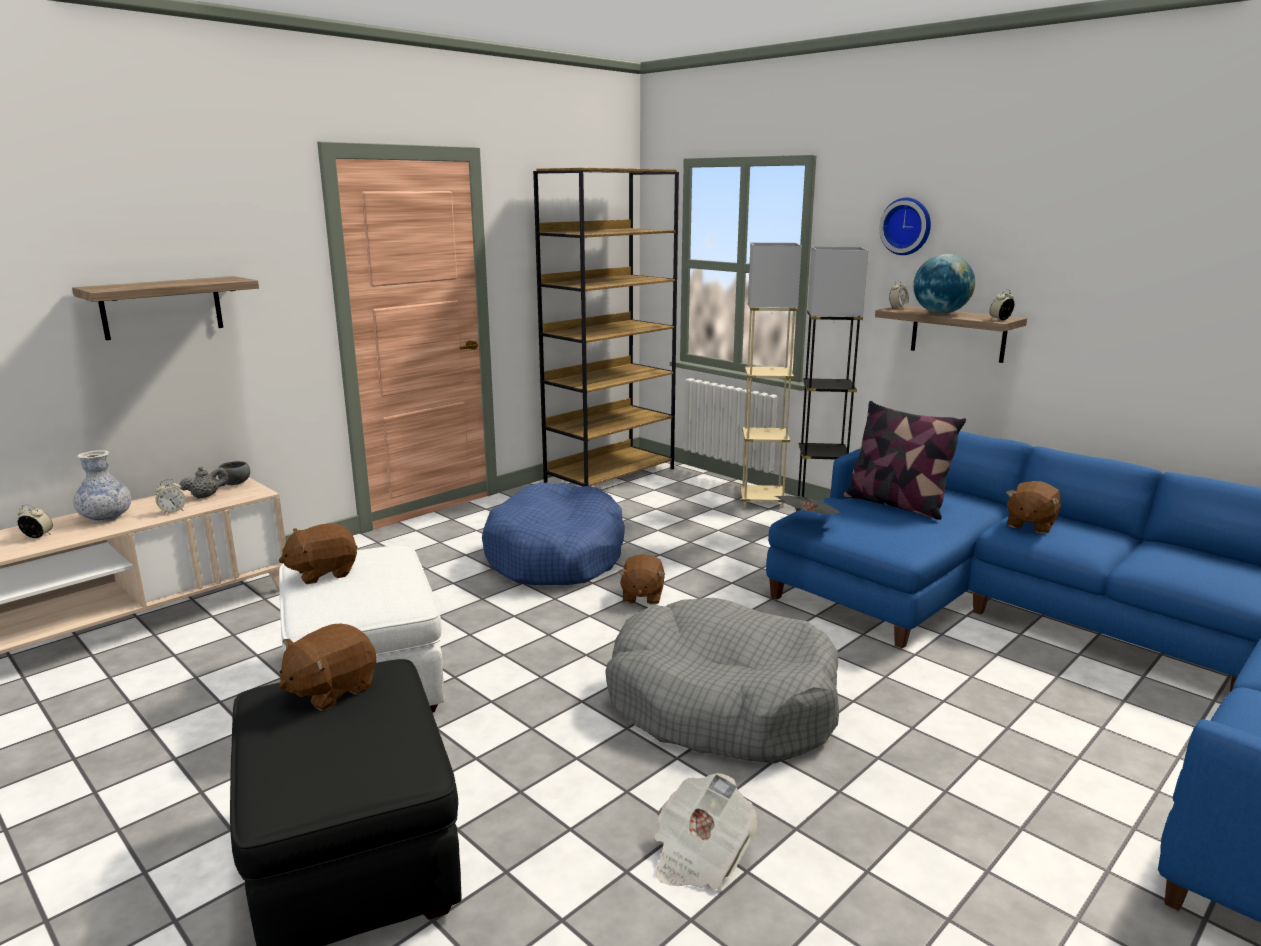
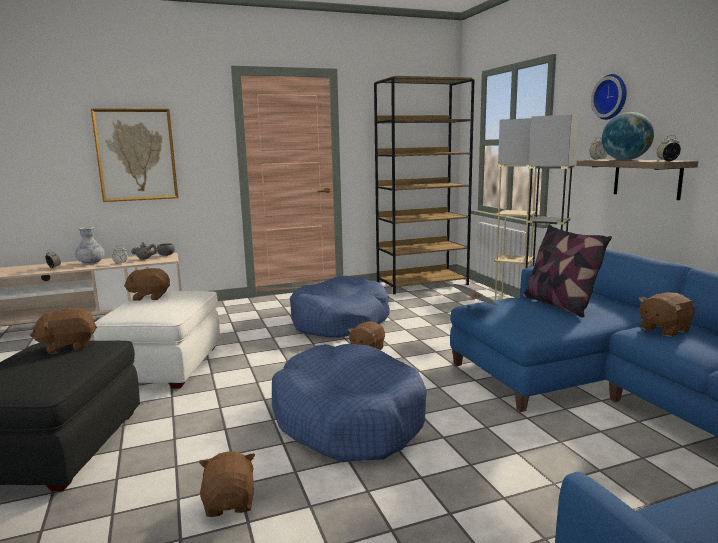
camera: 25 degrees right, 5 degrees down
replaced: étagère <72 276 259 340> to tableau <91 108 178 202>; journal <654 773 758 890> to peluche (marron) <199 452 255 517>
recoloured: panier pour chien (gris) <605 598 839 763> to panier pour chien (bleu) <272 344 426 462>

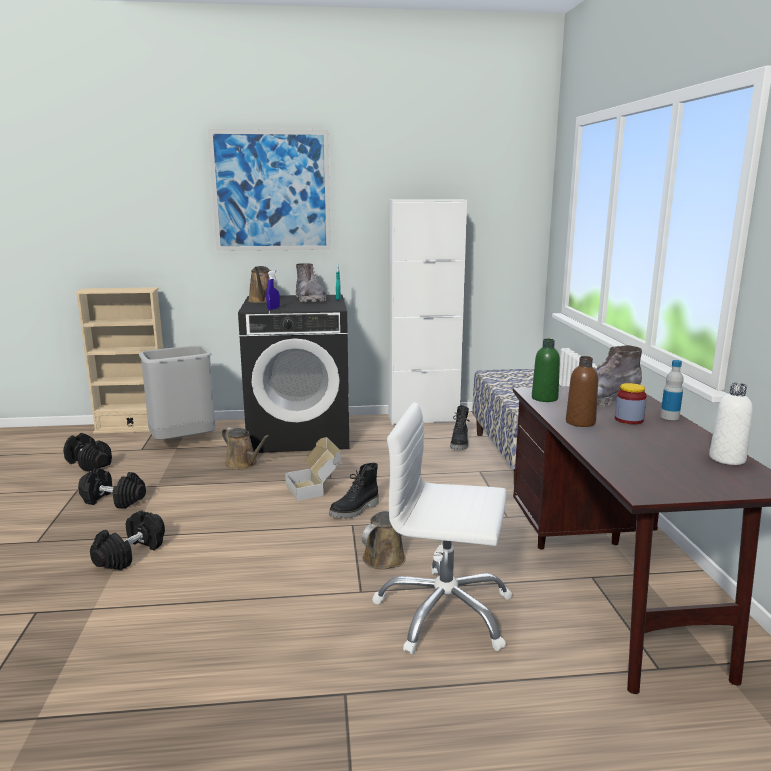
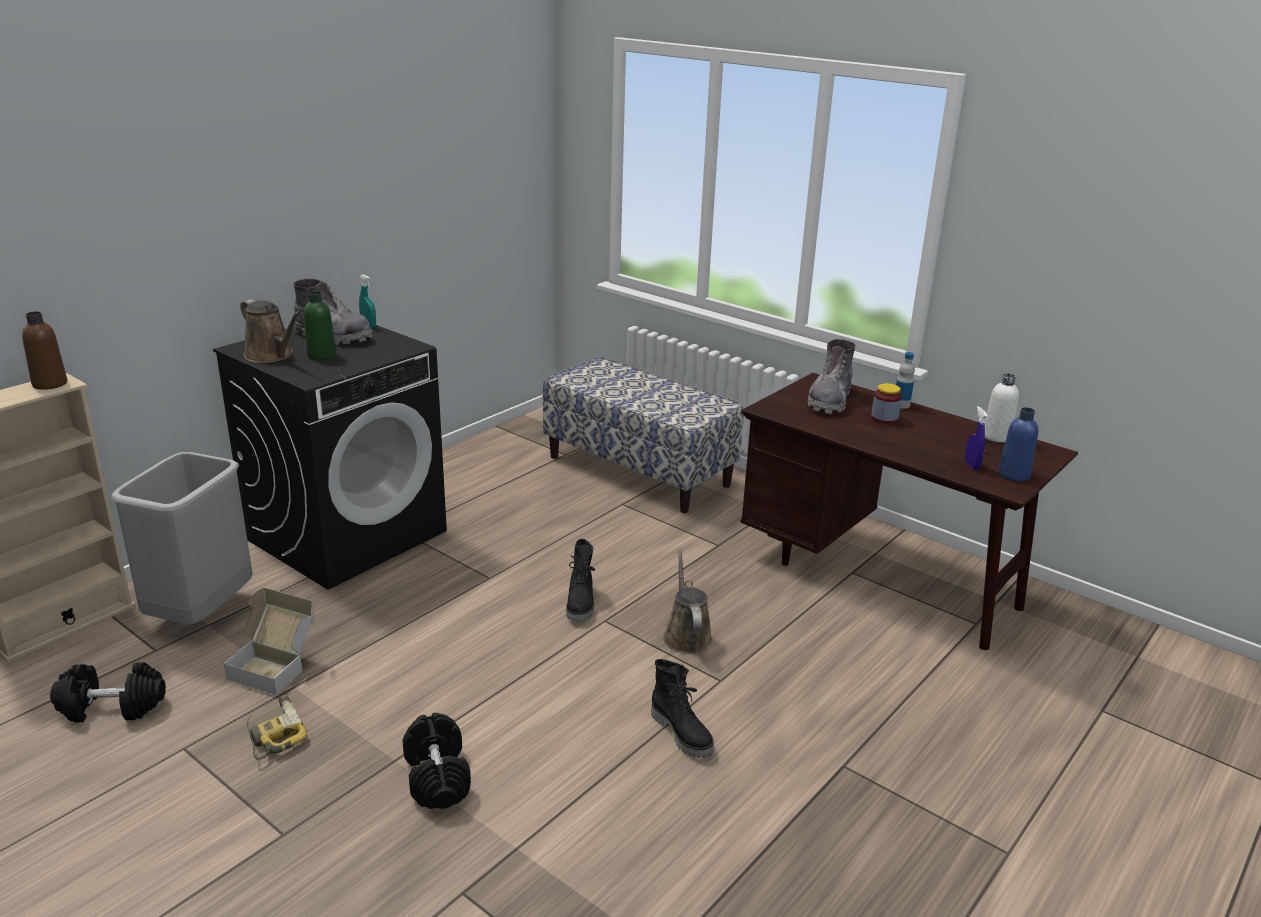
camera: 45 degrees left, 10 degrees up
removed: tableau <208 129 331 251>; arrosoir (marron) <222 427 270 470>; chaise de bureau (blanc) <372 402 512 655>; meuble de rangement (blanc) <388 199 467 425>
added: bouteille (bleu) <998 407 1038 482>
moved: bouteille (marron) <566 356 598 427> to <22 311 67 390>; carton <285 437 341 501> to <224 588 314 695>; bouteille (vert) <532 339 560 402> to <304 291 336 360>; botte (noir) <450 405 470 450> to <651 659 714 758>; vaporisateur (bleu) <266 270 280 310> to <965 406 988 470>
replaced: haltère (noir) <78 468 146 509> to perceuse <247 695 307 760>

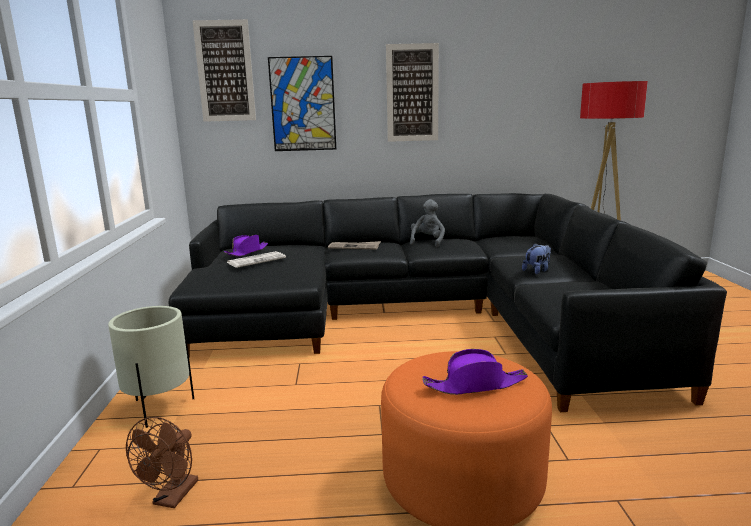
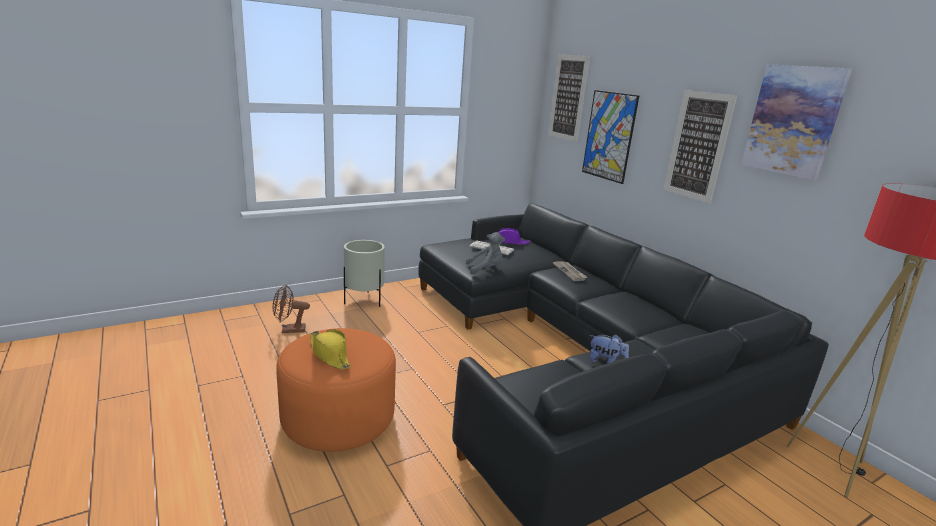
camera: 60 degrees right, 5 degrees up
added: tableau <741 64 852 180>
moved: peluche (gris) <410 199 445 247> to <466 232 505 274>
recoloured: chapeau (violet) <422 349 528 395> to chapeau (jaune) <310 329 350 370>

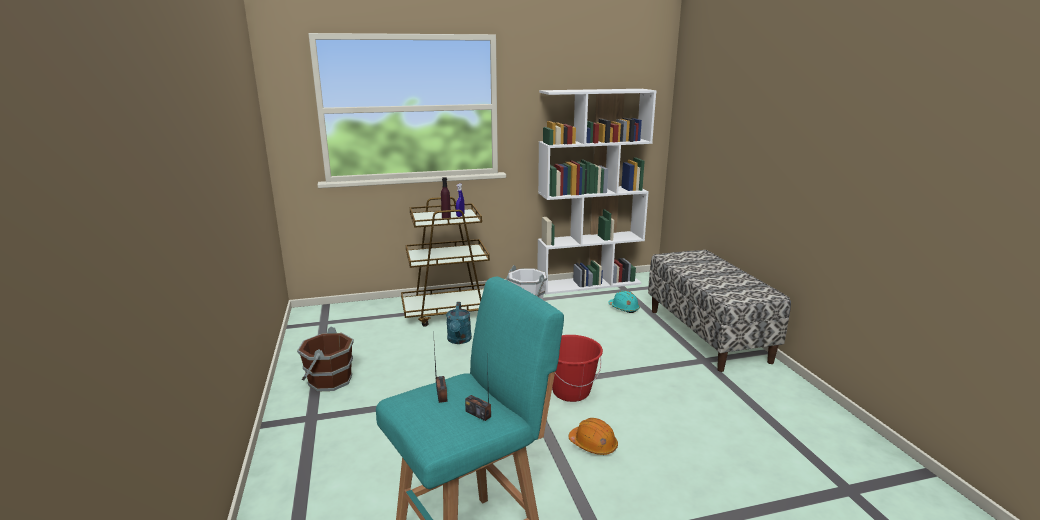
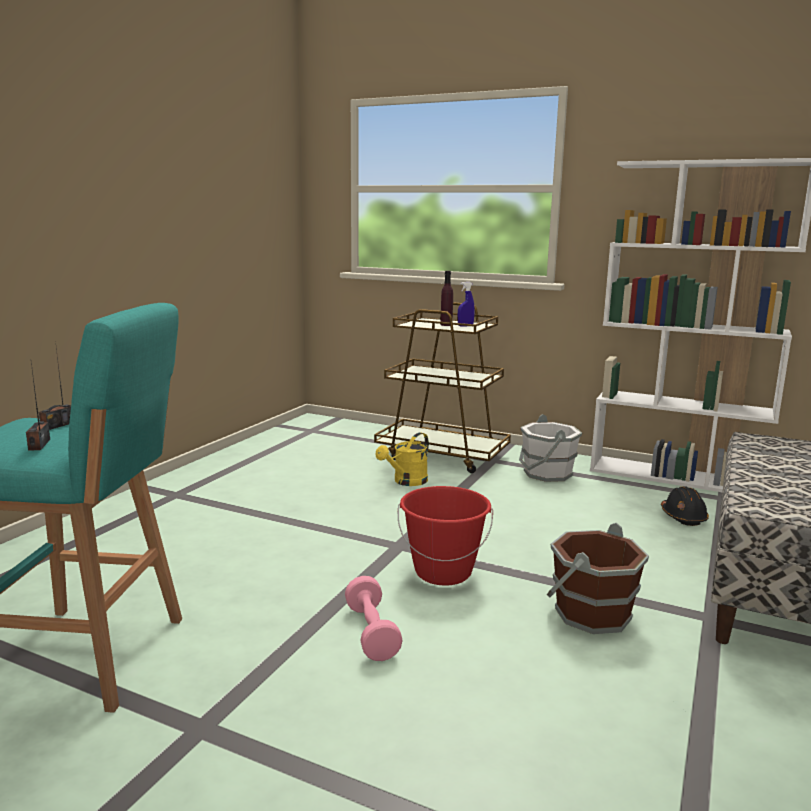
camera: 40 degrees right, 5 degrees down
moved: seau (marron) <297 326 354 392> to <547 523 649 634>
replaced: casque de chantier (orange) <569 418 618 455> to haltère (rose) <345 576 403 661>
recoloured: arrosoir (turquoise) <446 302 472 344> to arrosoir (jaune) <376 432 429 486>; casque de chantier (turquoise) <608 291 640 313> to casque de chantier (noir) <661 486 709 526>

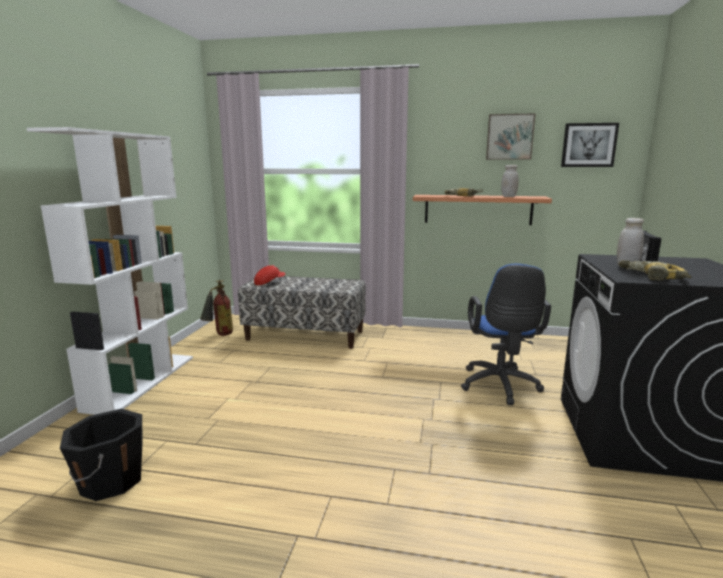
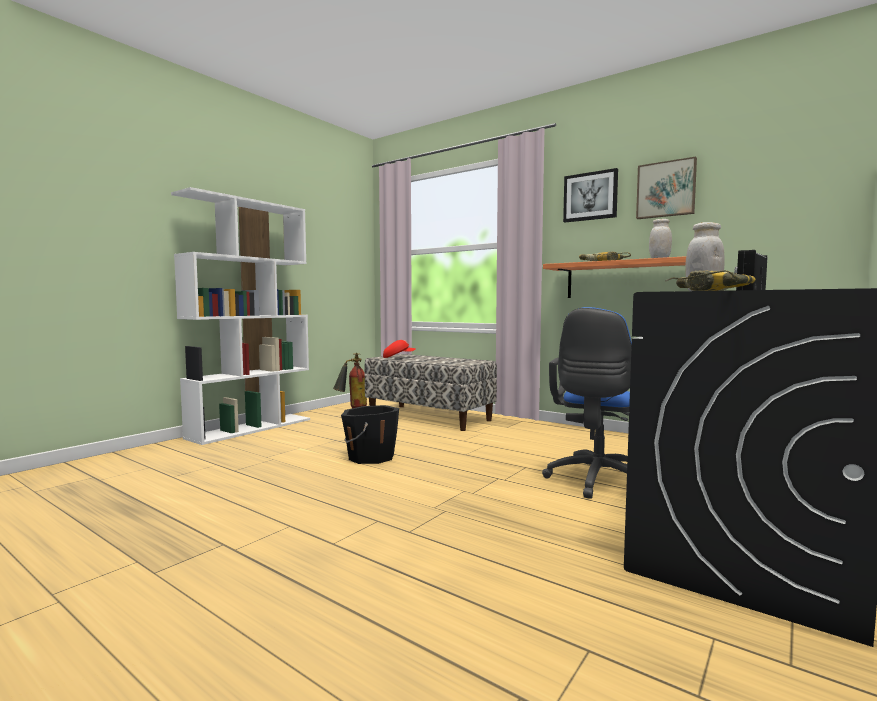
camera: 25 degrees right, 10 degrees down
moved: seau (noir) <60 409 143 501> to <341 405 399 464>; tableau <561 123 619 167> to <563 168 618 222>

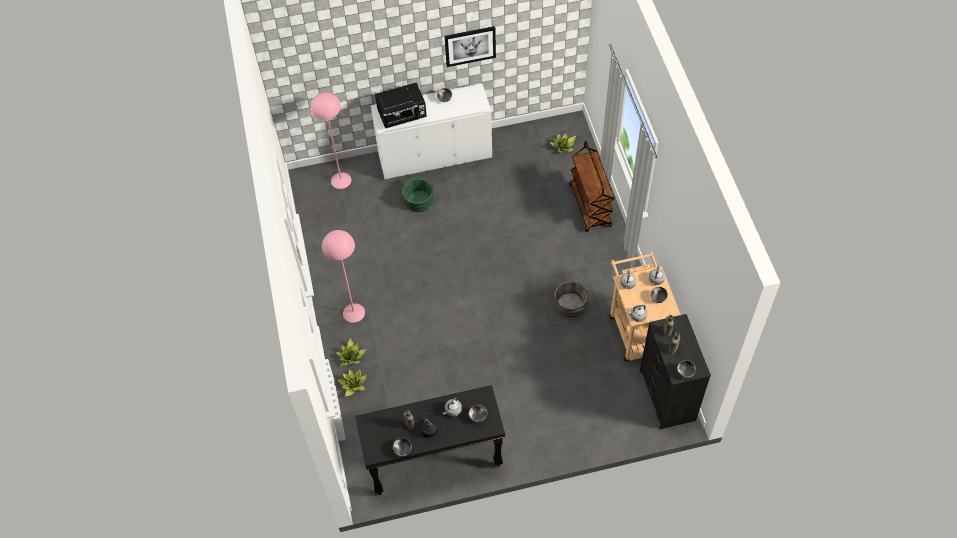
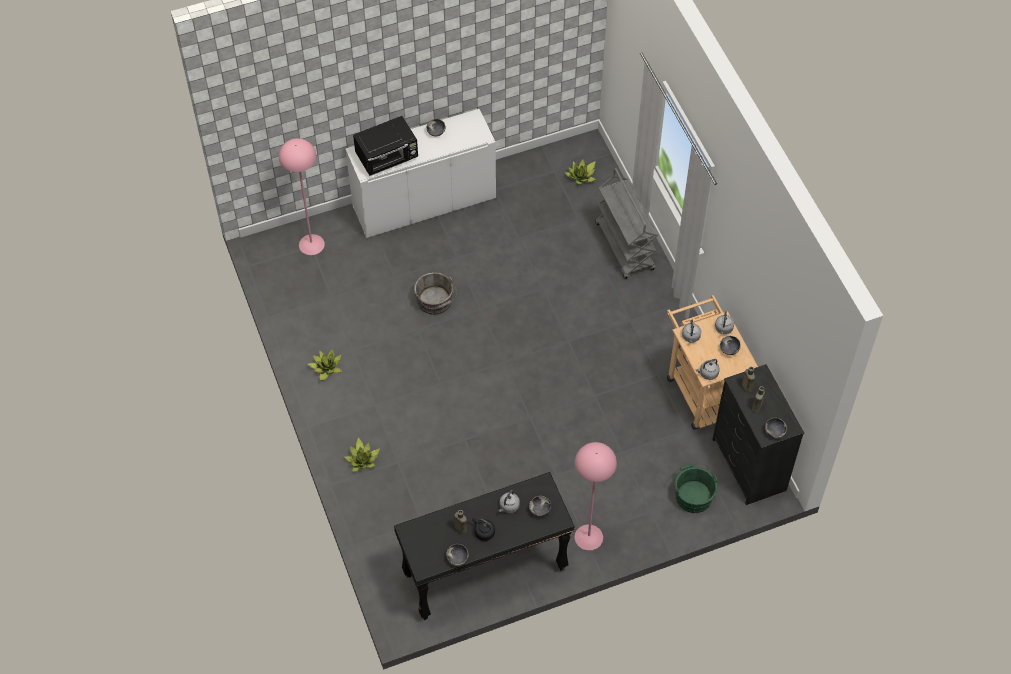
camera: 10 degrees left, 0 degrees up
removed: tableau <444 26 496 67>
moved: plante en pot <337 369 367 396> to <308 349 342 381>; seau (gris) <554 281 590 317> to <414 272 457 315>; lampadaire (rose) <322 230 365 323> to <575 442 617 550>; seau (vert) <401 176 434 212> to <672 463 718 513>
recoloured: chariot (marron) <569 141 615 232> to chariot (gris) <595 168 658 279>

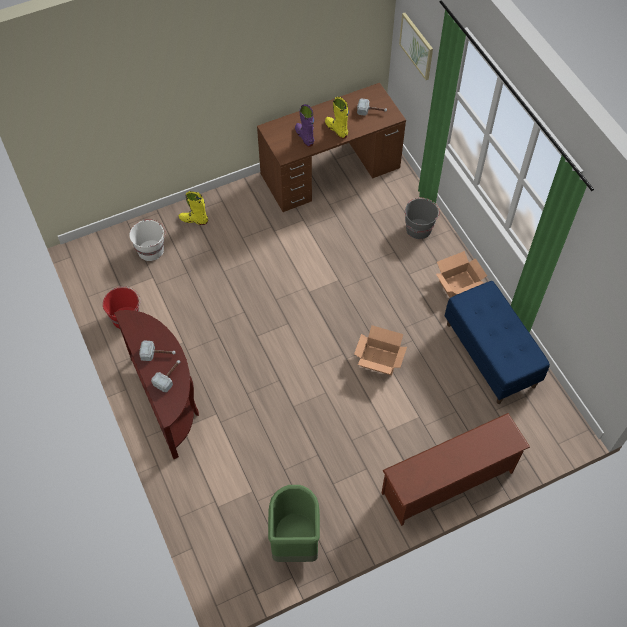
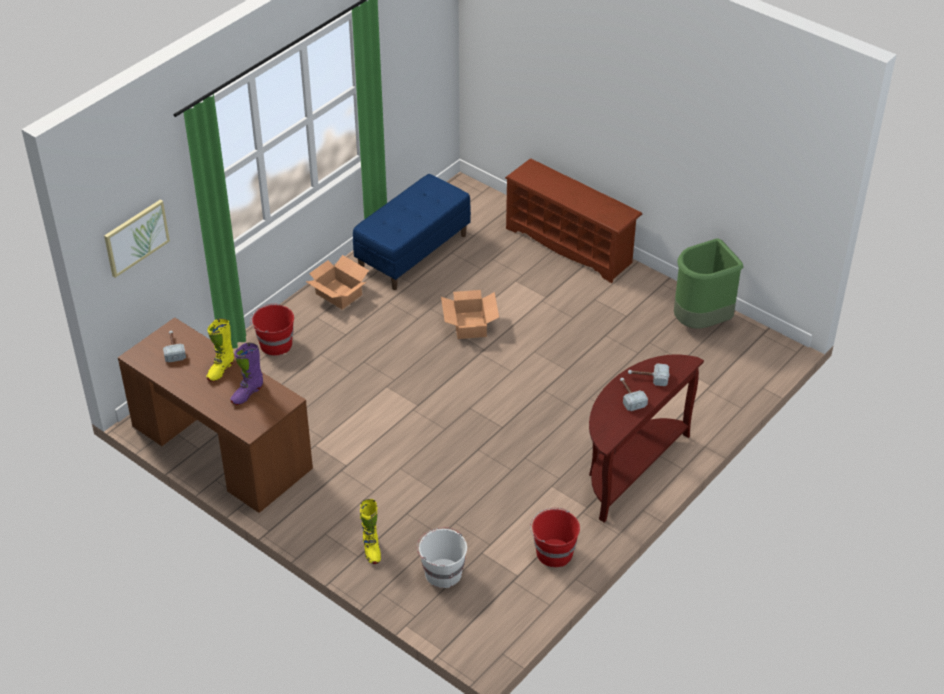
camera: 115 degrees left, 15 degrees down
recoloured: seau (gris) <405 198 440 239> to seau (rouge) <250 303 294 355>

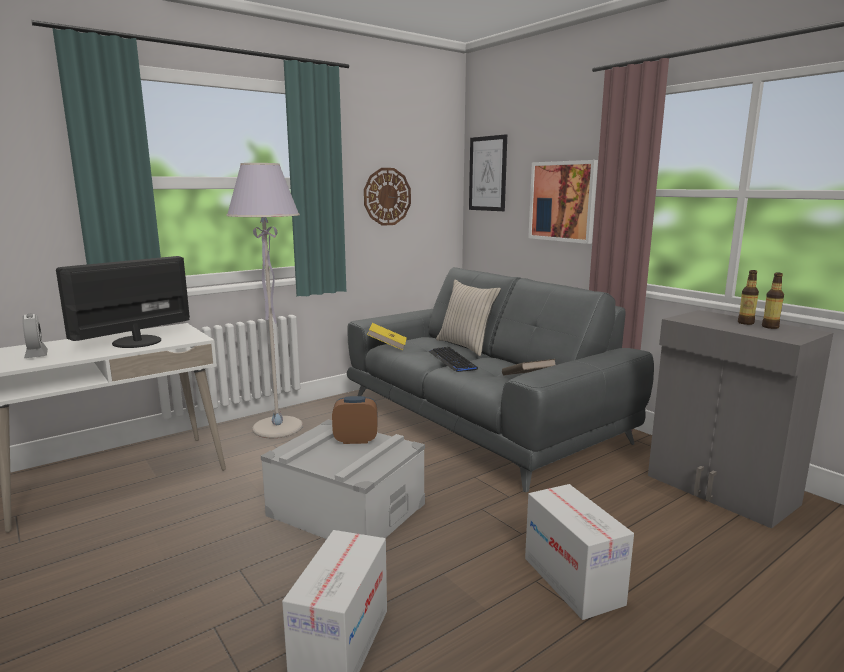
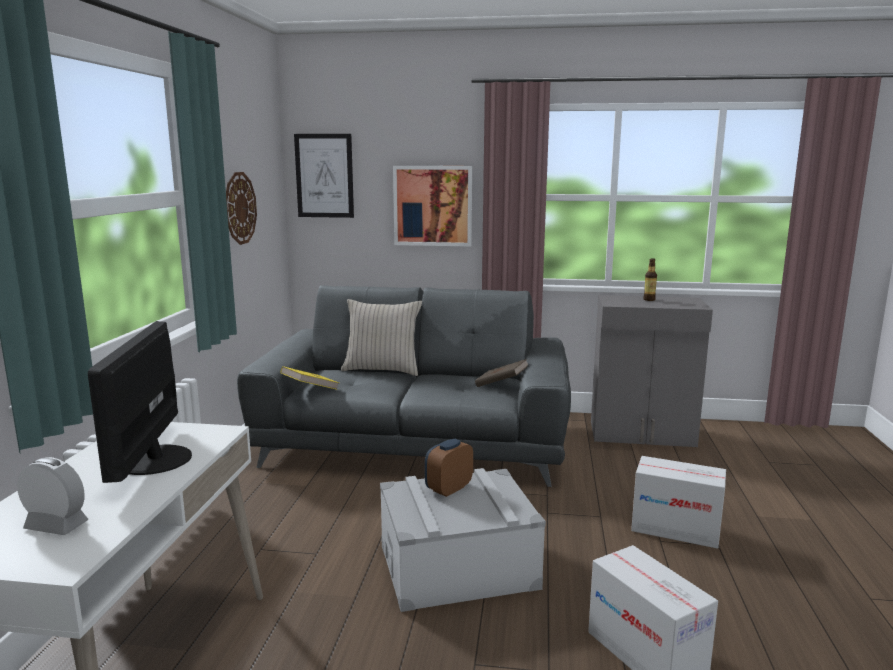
camera: 45 degrees left, 0 degrees up
removed: lampadaire (gris) <226 163 303 439>; clavier <428 347 478 372>; bouteille <762 273 784 329>

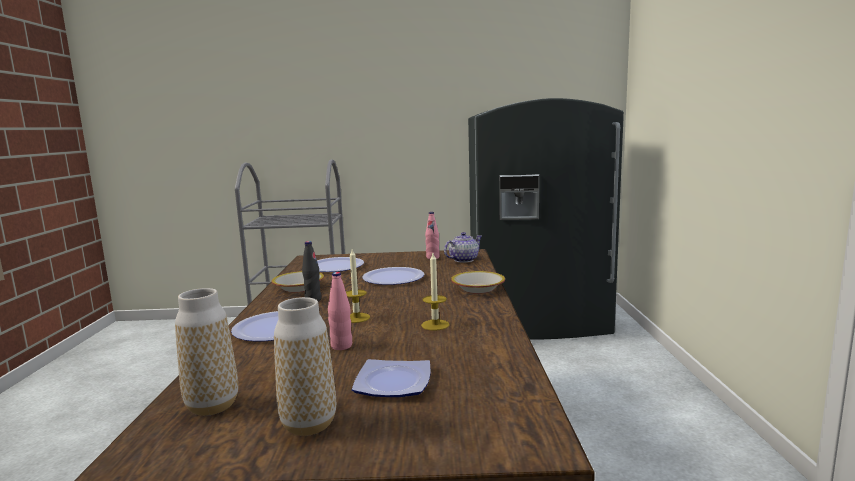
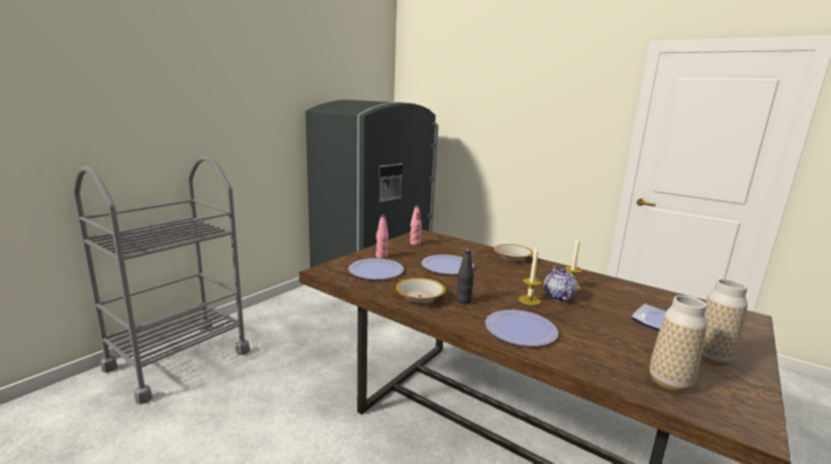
camera: 55 degrees left, 5 degrees up
moved: bouteille (rose) <328 272 352 350> to <376 215 388 259>; théière <444 232 482 263> to <544 266 578 302>

